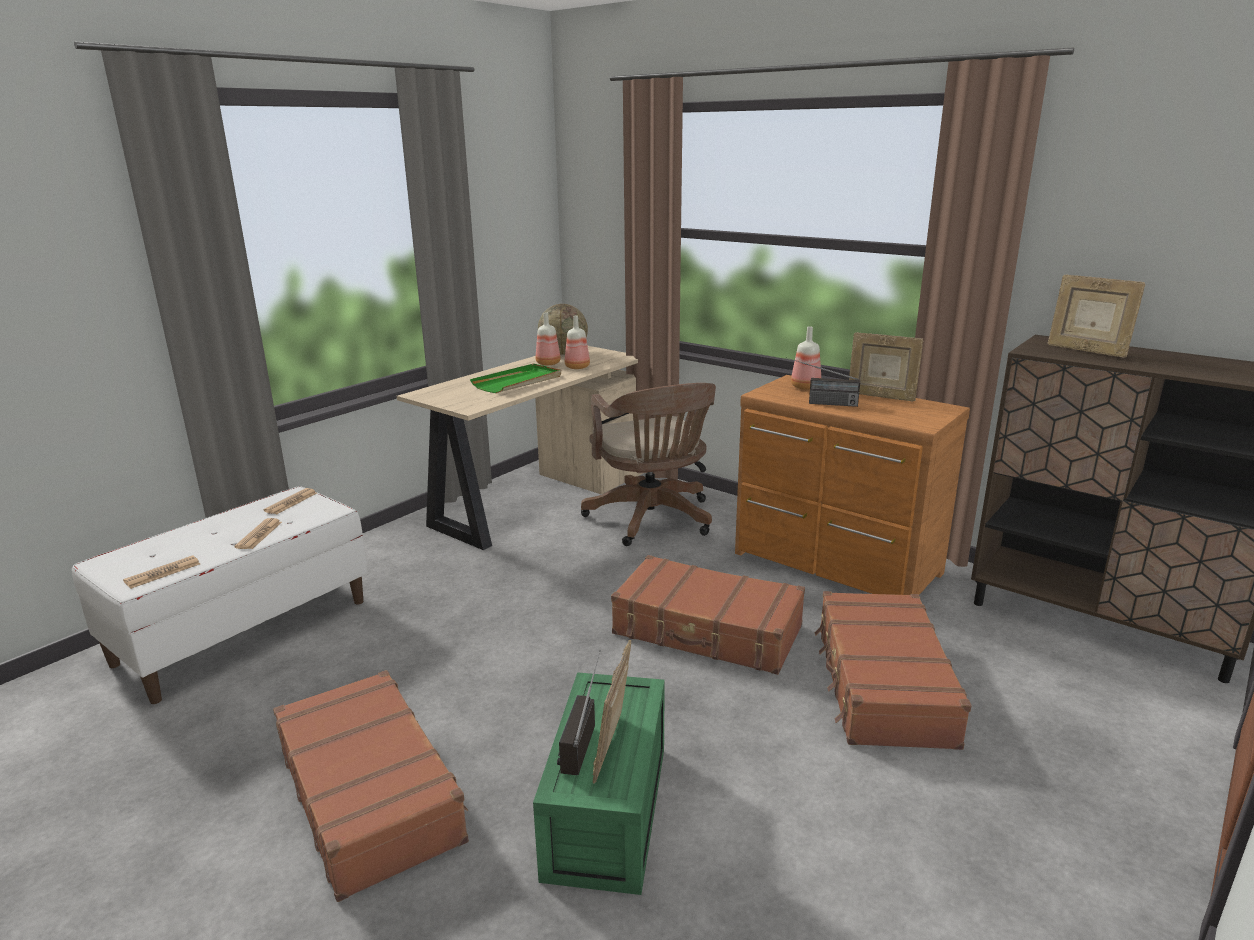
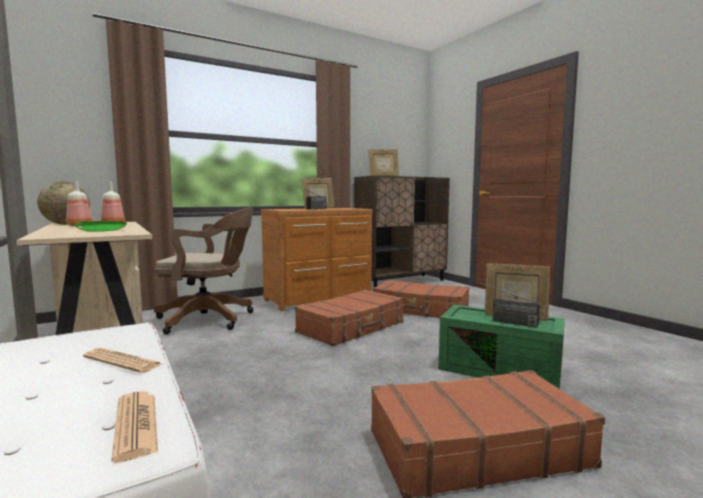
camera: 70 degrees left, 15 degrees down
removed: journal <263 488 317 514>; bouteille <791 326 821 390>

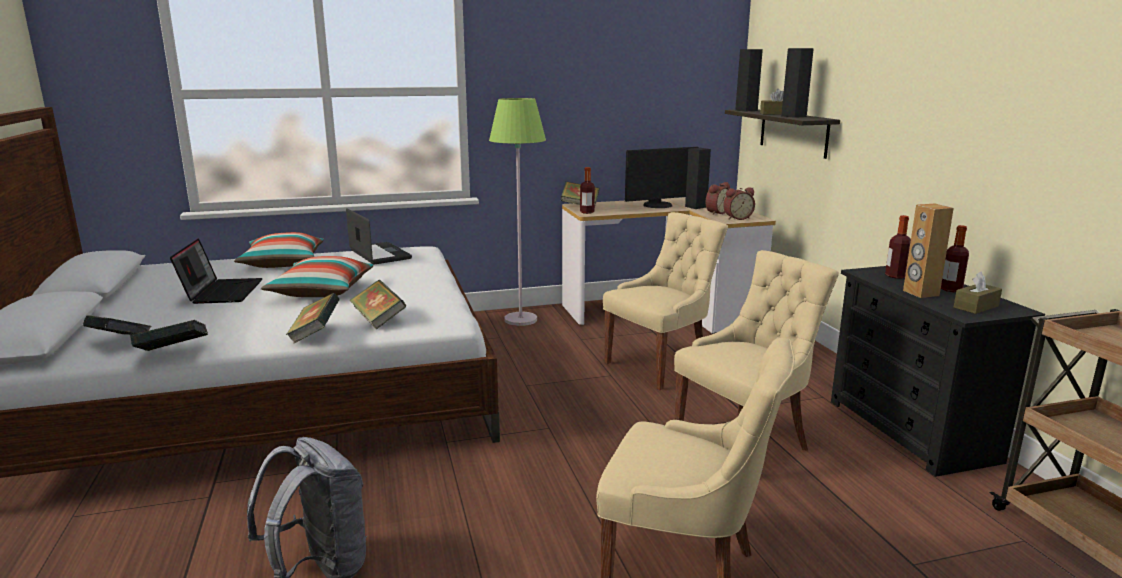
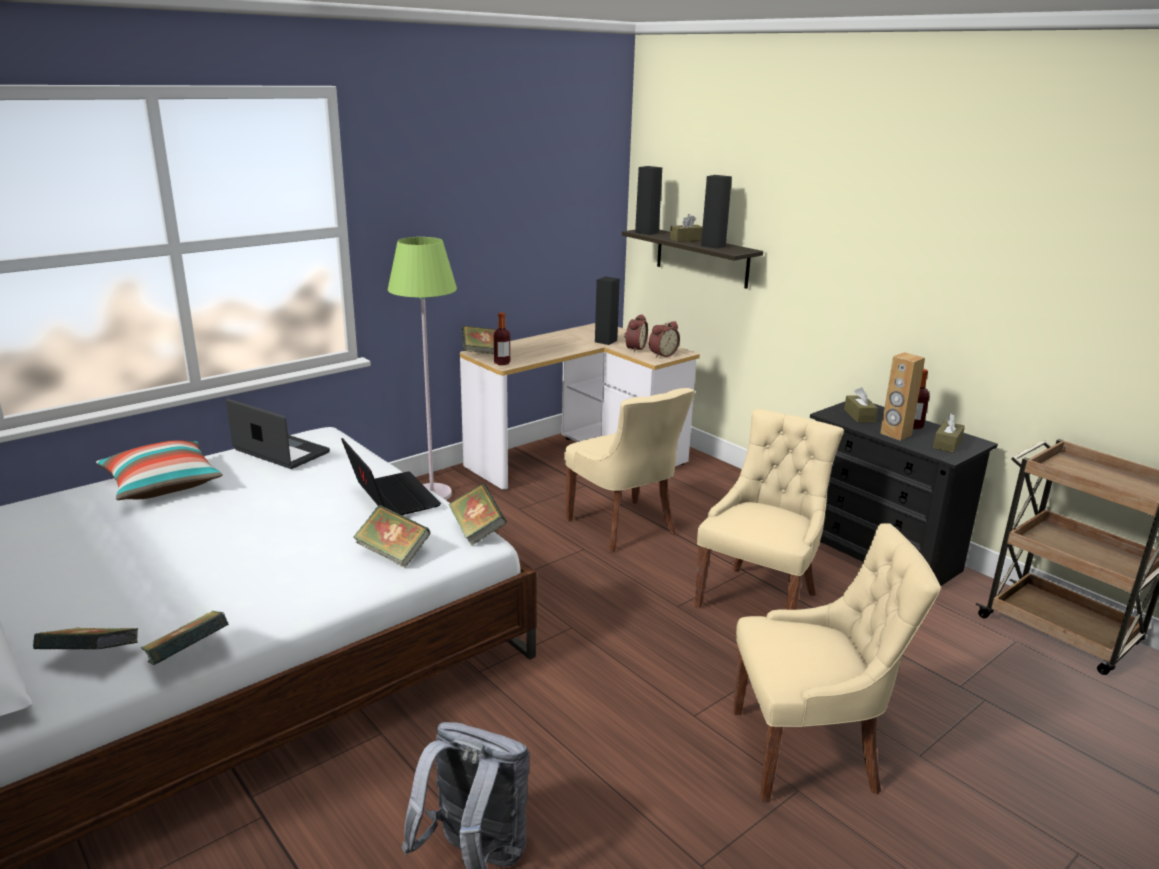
camera: 25 degrees left, 5 degrees up
removed: coussin <261 256 374 297>; écran d'ordinateur <625 147 698 208>
moved: ordinateur portable <170 238 263 304> to <341 438 441 515>; livre <286 293 340 343> to <448 483 507 546>
replaced: bouteille <885 215 911 279> to boîte à mouchoirs (marron) <844 387 878 423>
turned: chaise (beige) <603 212 728 390> = <564 388 695 553> 120 degrees clockwise

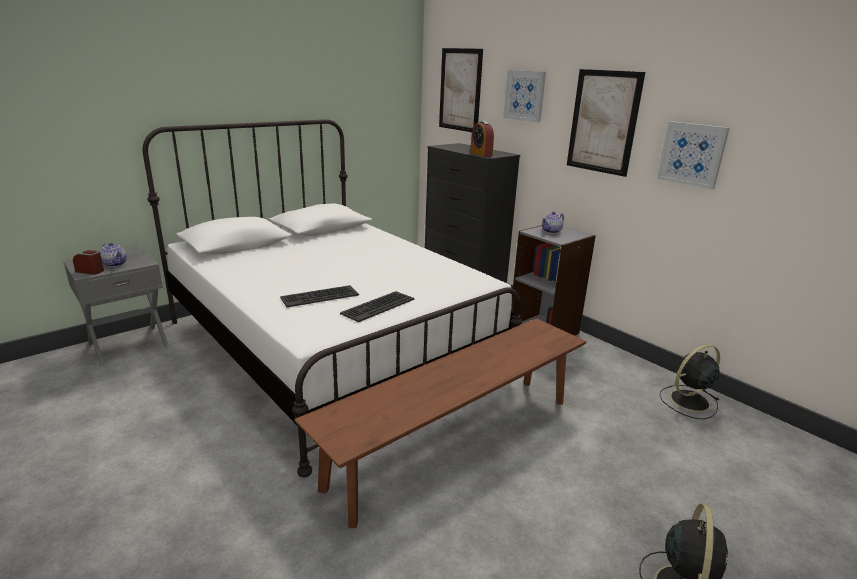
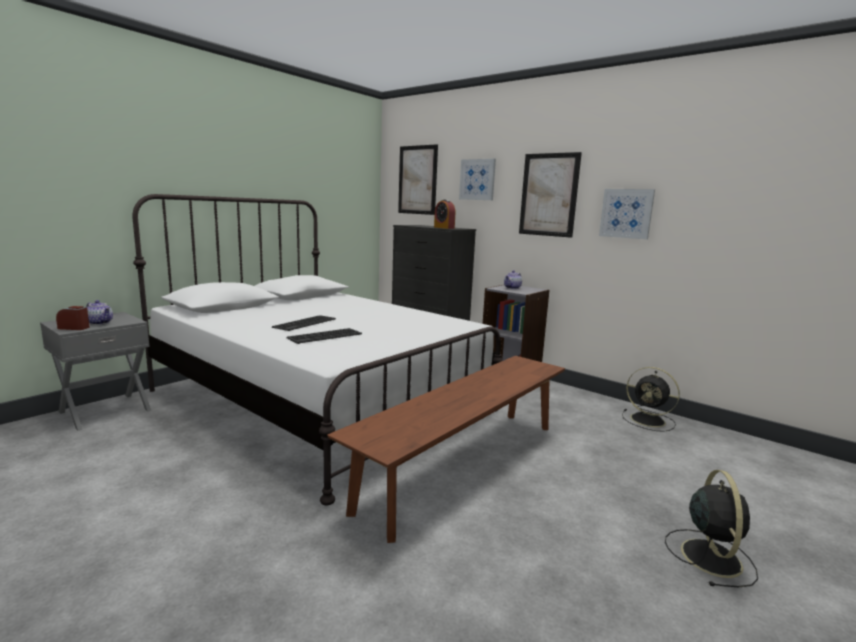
camera: 10 degrees left, 10 degrees down
moved: clavier <340 291 414 322> to <272 315 336 331>
turned: ventilateur (noir) <660 344 720 419> = <622 367 680 432> 105 degrees counterclockwise

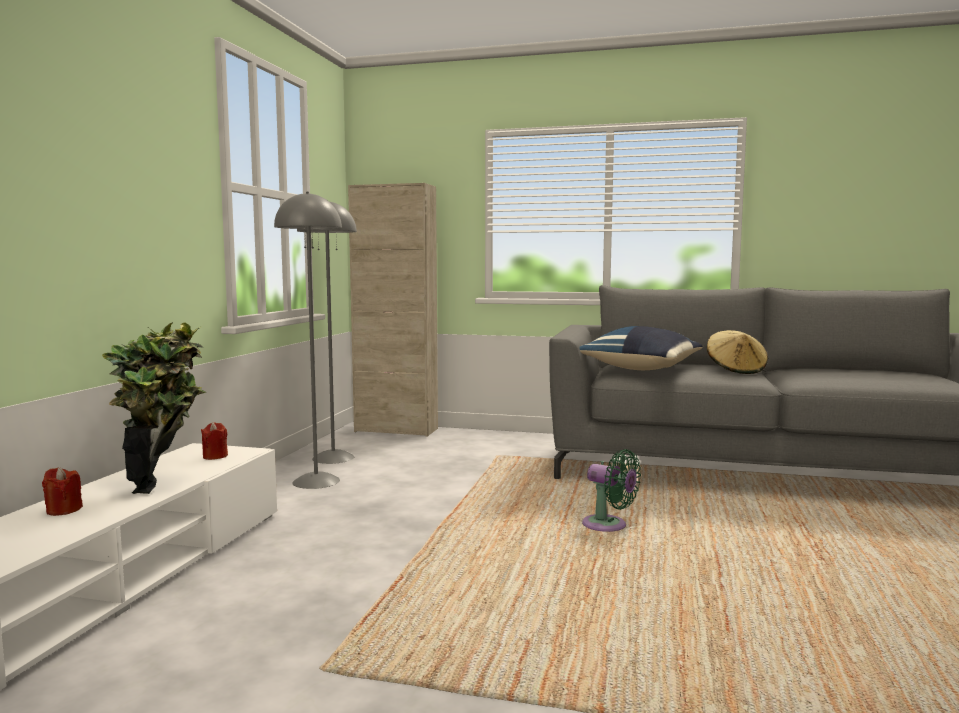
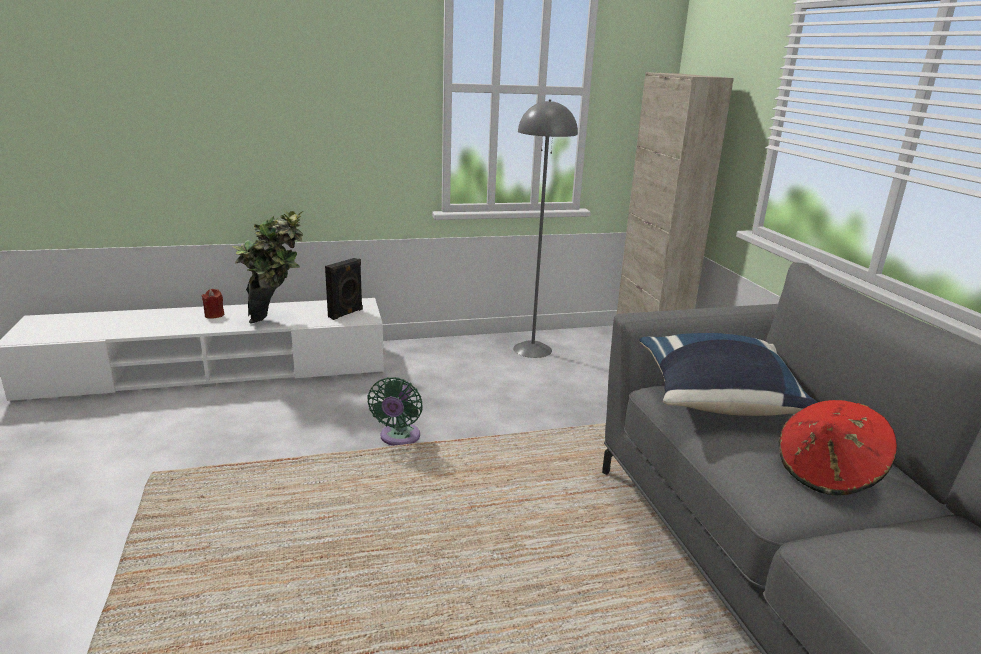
camera: 60 degrees right, 15 degrees up
removed: lampadaire (gris) <274 192 342 489>
moved: ventilateur (vert) <582 449 641 532> to <367 377 423 446>
replaced: bougie (rouge) <201 422 228 460> to enceinte (noir) <325 258 363 320>
recoloured: chapeau (beige) <707 330 768 374> to chapeau (rouge) <779 400 897 496>

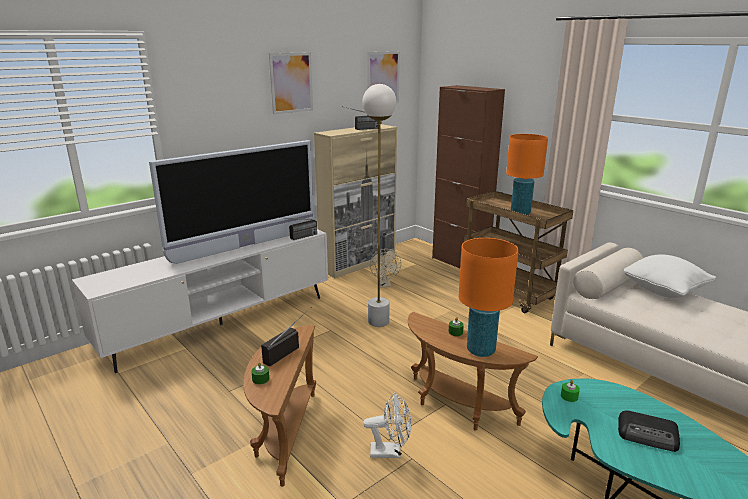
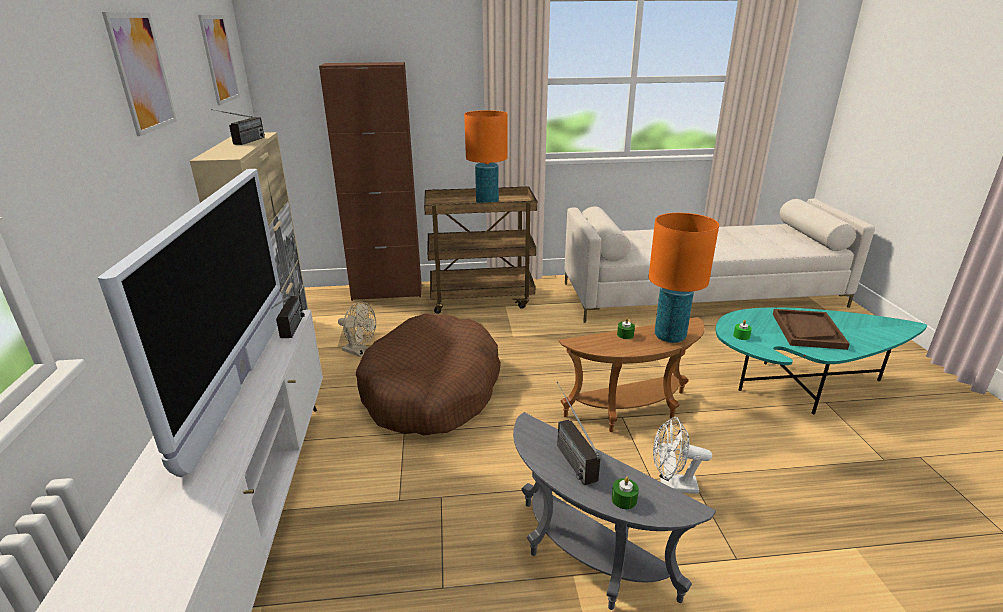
camera: 55 degrees left, 5 degrees up
removed: coussin (blanc) <624 255 716 298>
replaced: lampadaire (blanc) <362 84 396 327> to panier pour chien (marron) <356 314 501 435>; radio <618 410 680 452> to plateau (marron) <773 309 850 350>
recoloured: table d'appoint (marron) <243 325 316 487> to table d'appoint (gris) <513 412 716 610>
turned: ventilateur (blanc) <363 392 411 458> = <653 417 712 494> 120 degrees counterclockwise

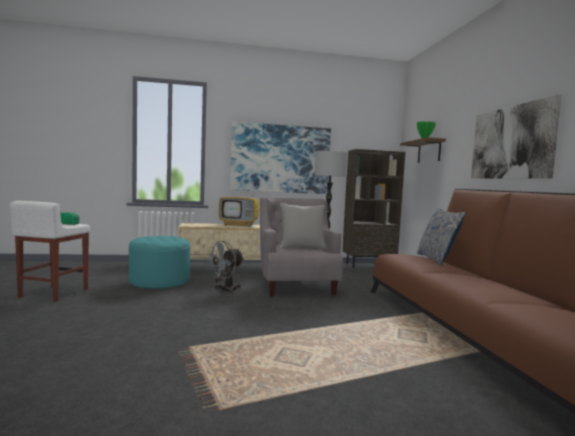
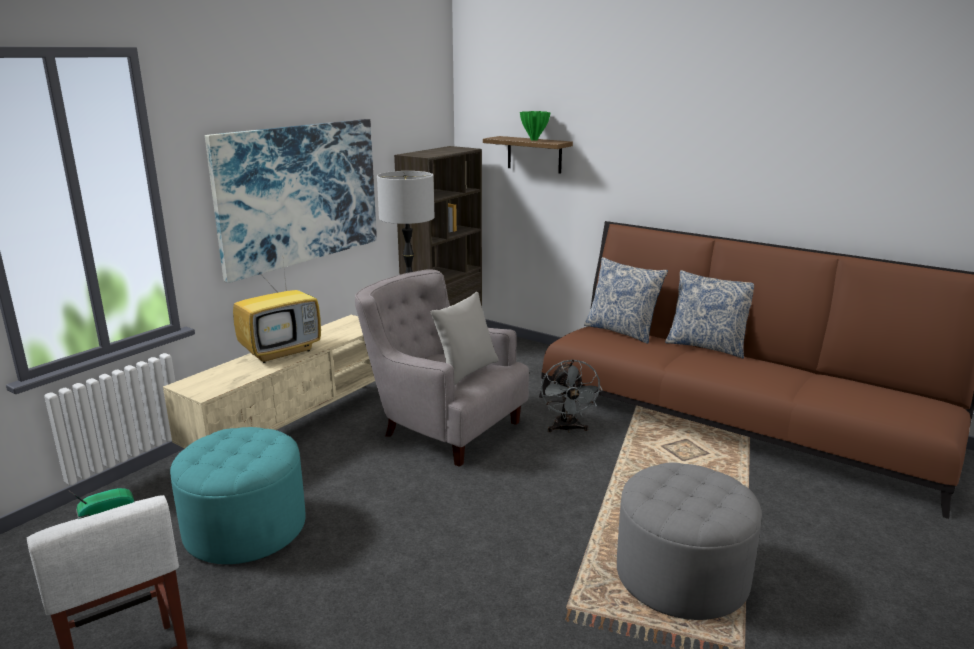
camera: 45 degrees left, 15 degrees up
removed: tableau <471 94 562 179>
added: pouf (gris) <617 462 762 620>; coussin <665 270 754 359>
moved: ventilateur (gris) <205 241 244 294> to <541 359 602 433>

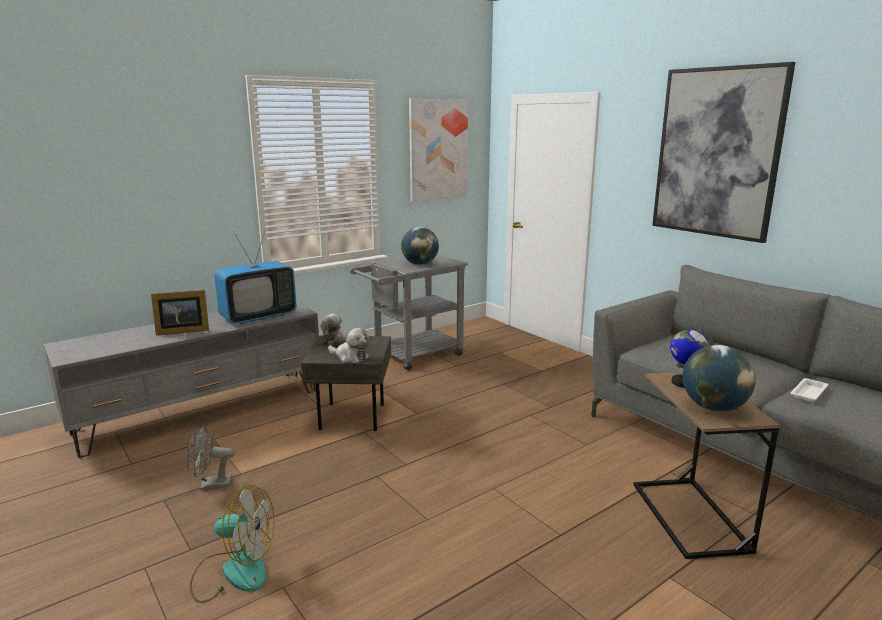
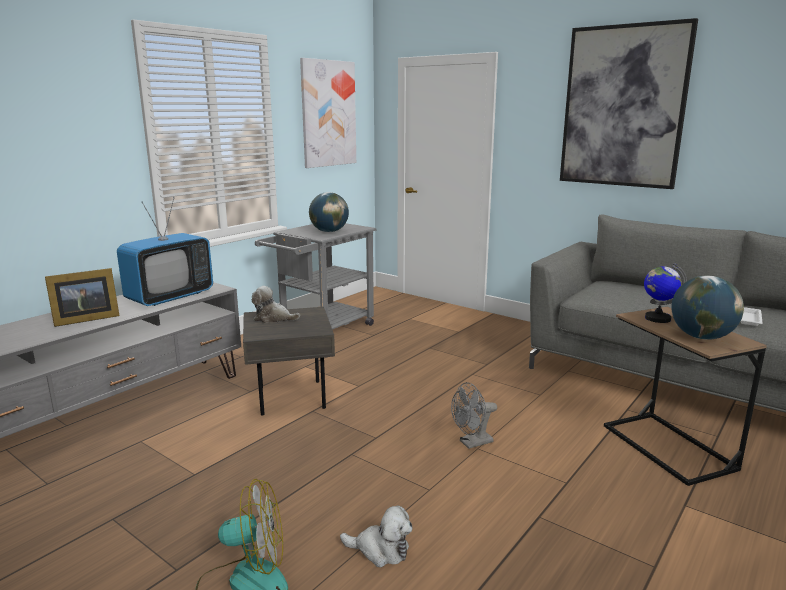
camera: 15 degrees left, 0 degrees up
moved: peluche <328 328 369 363> to <340 505 412 567>; ventilateur (gris) <186 426 235 490> to <451 382 497 449>

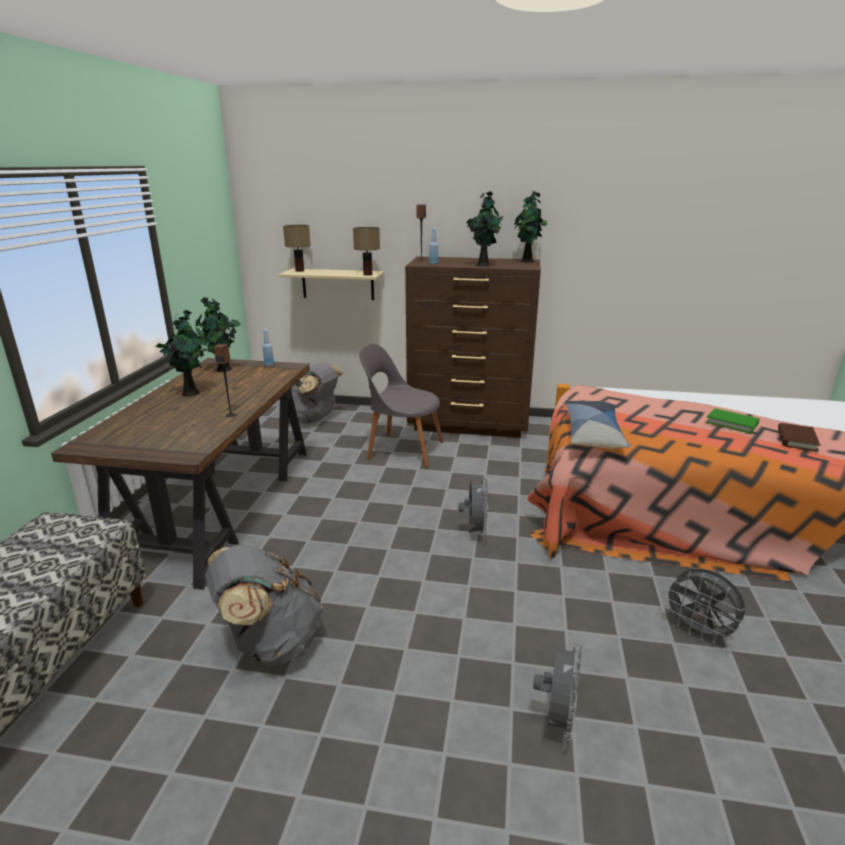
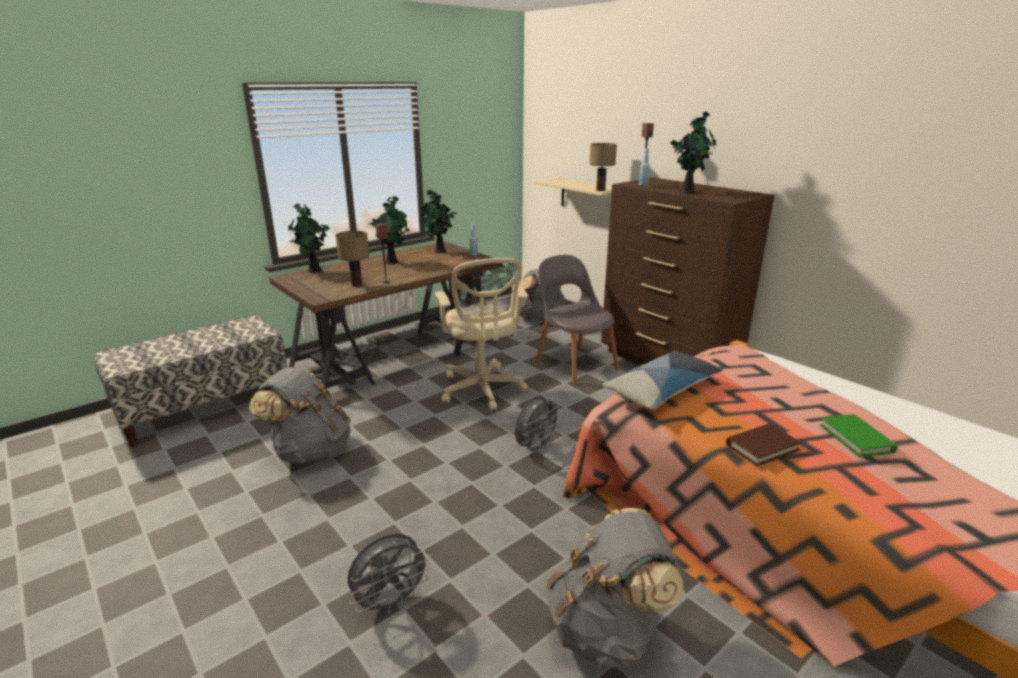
camera: 40 degrees right, 0 degrees up
added: chaise de bureau (beige) <435 258 528 411>
moved: plante en pot <514 191 547 263> to <288 203 330 273>; lampe de table <283 225 311 272> to <335 231 369 287>; livre (marron) <778 423 820 452> to <726 424 802 466>
replaced: ventilateur (gris) <663 568 746 644> to sac à dos (gris) <546 508 684 668>

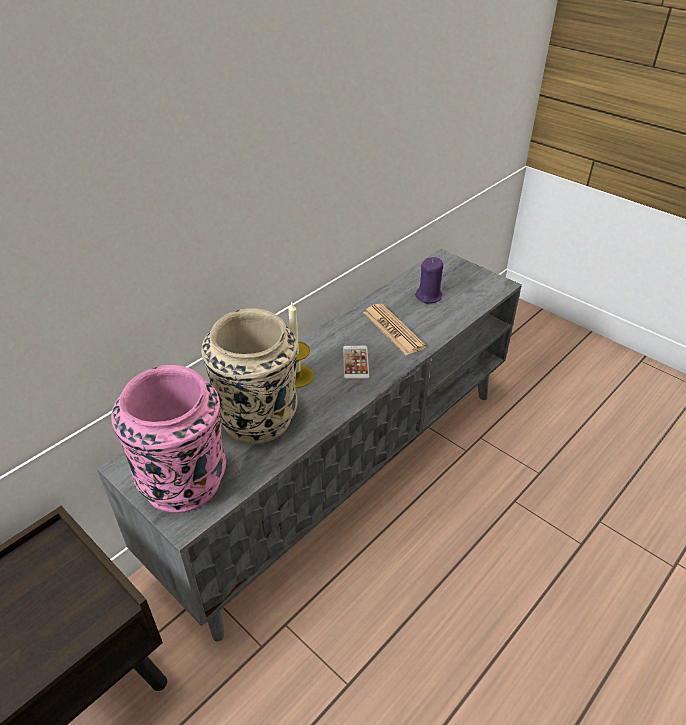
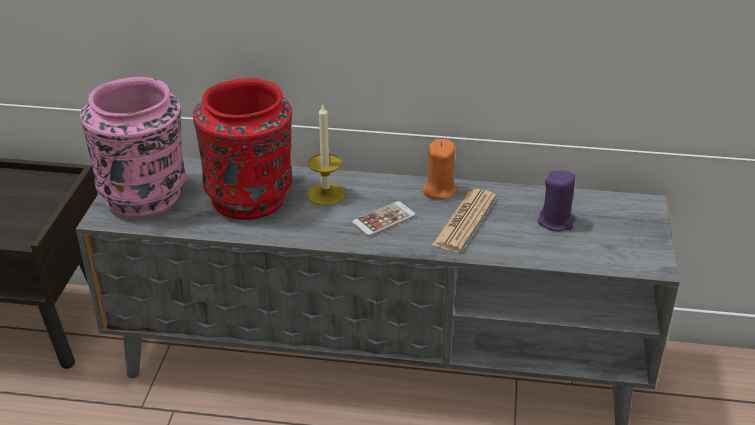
camera: 55 degrees right, 5 degrees down
added: bougie (orange) <423 139 456 200>
recoloured: vase (beige) <201 308 298 444> to vase (rouge) <193 78 292 220>

